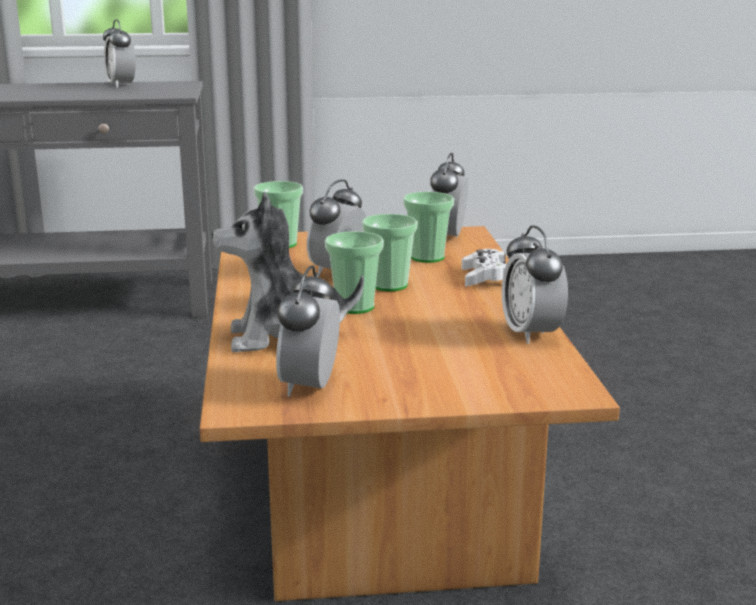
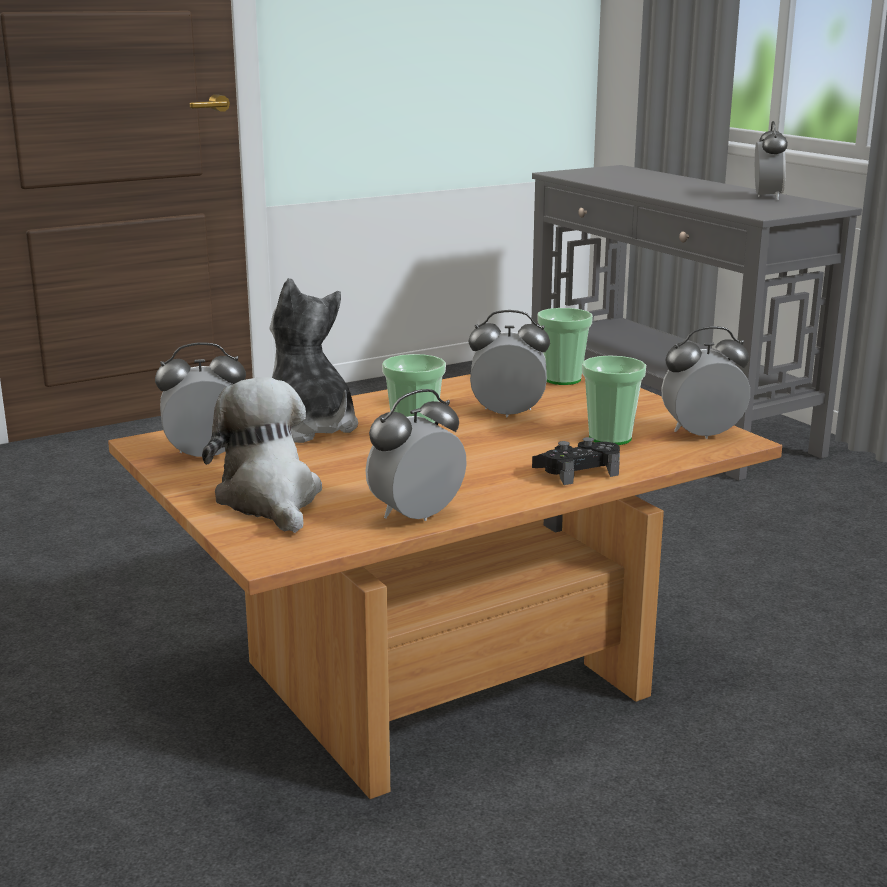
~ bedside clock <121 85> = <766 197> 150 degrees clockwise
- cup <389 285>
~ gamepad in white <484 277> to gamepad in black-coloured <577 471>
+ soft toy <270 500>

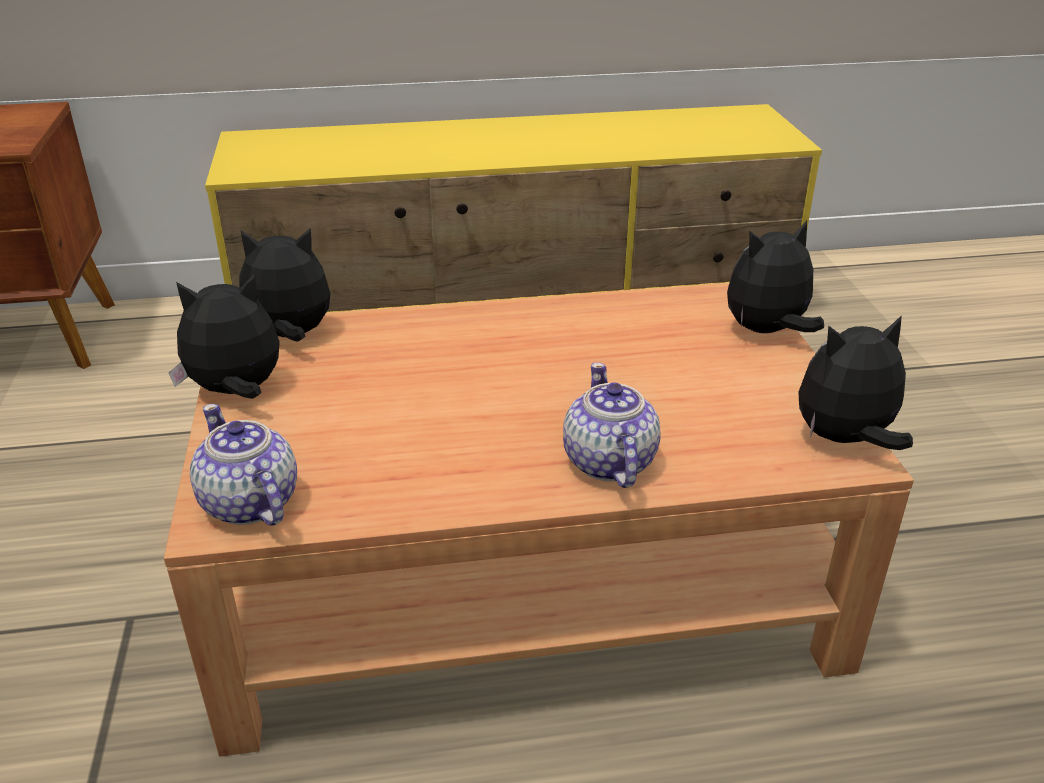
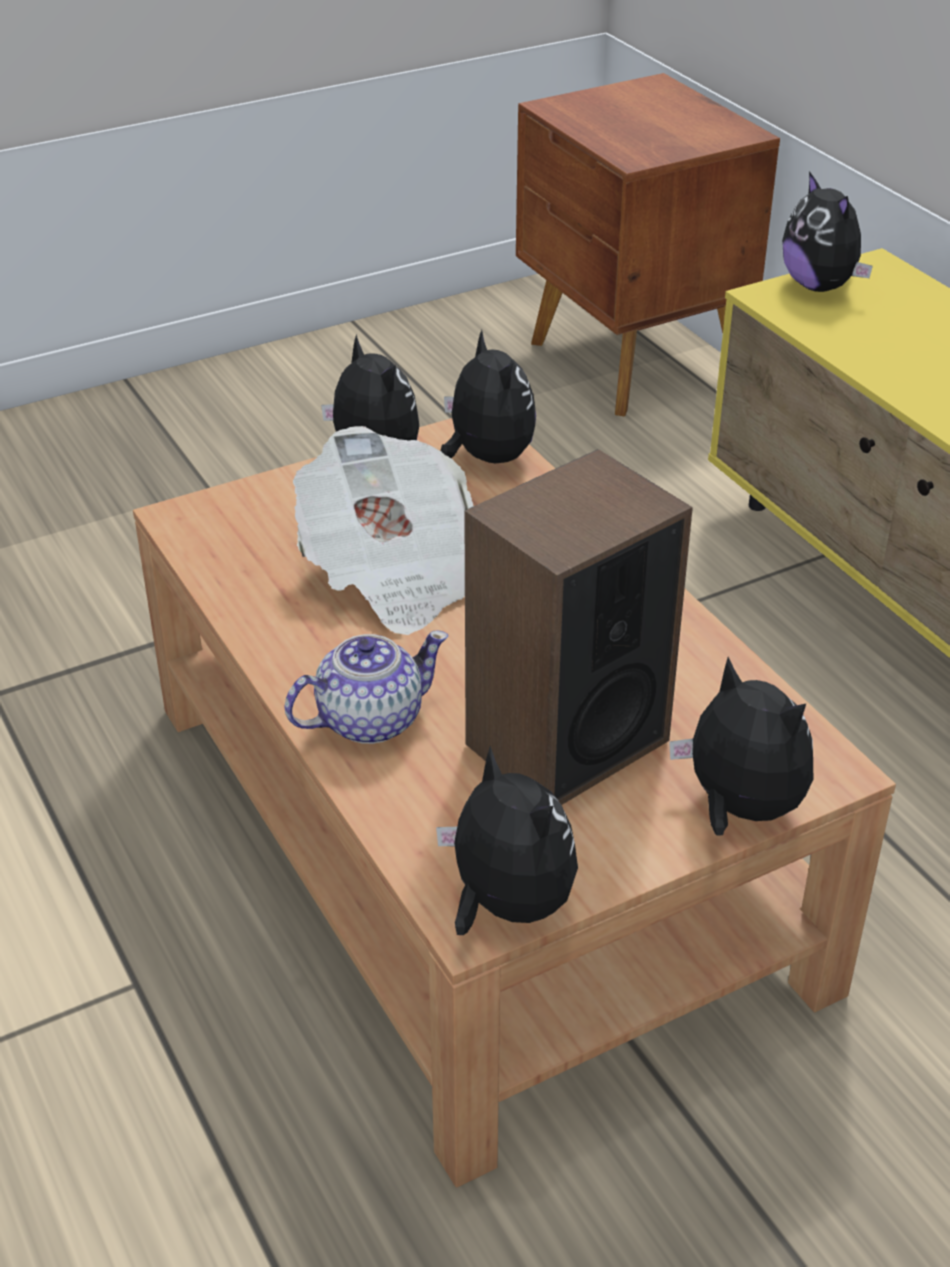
- tea pot <249 504>
+ soft toy <820 286>
+ printed paper <393 573>
+ speaker <566 742>

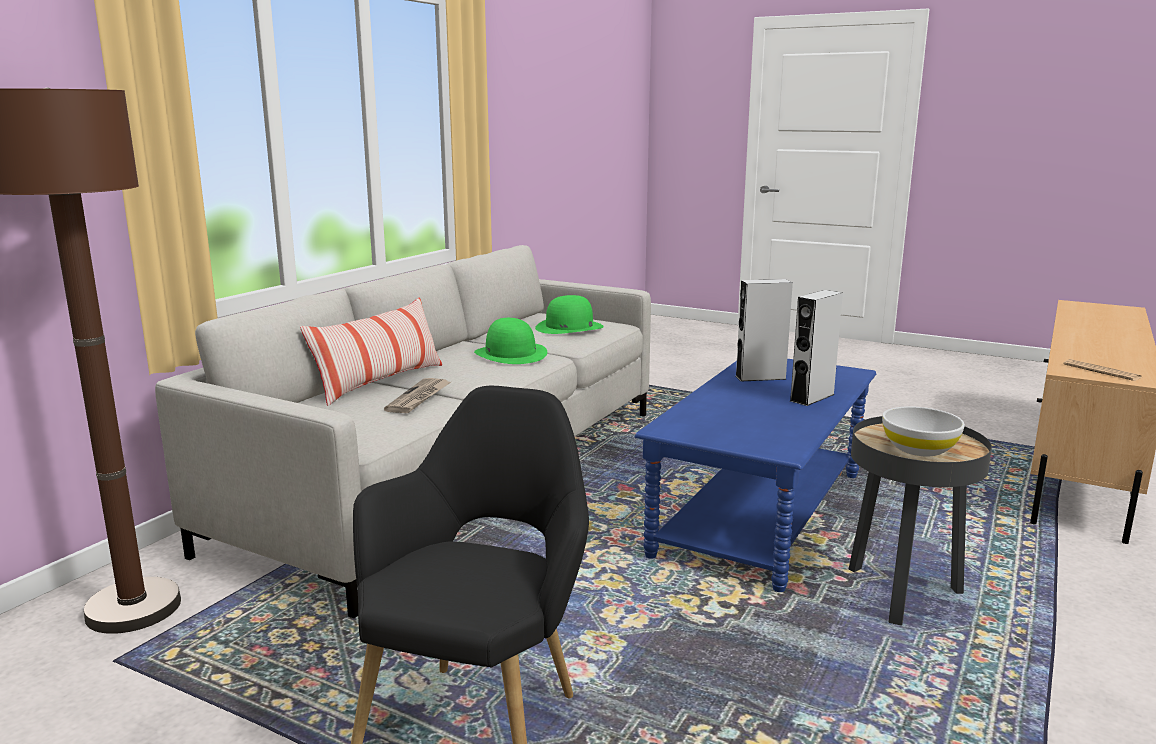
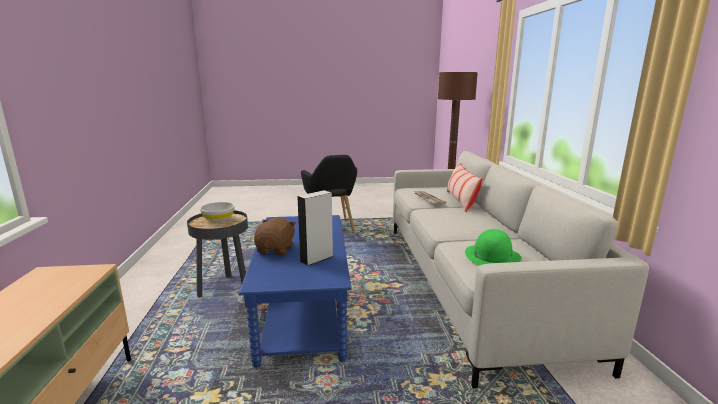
~ speaker in grey <812 397> to soft toy in brown-coloured <276 250>
- hat in green <511 354>
- printed paper <1101 371>

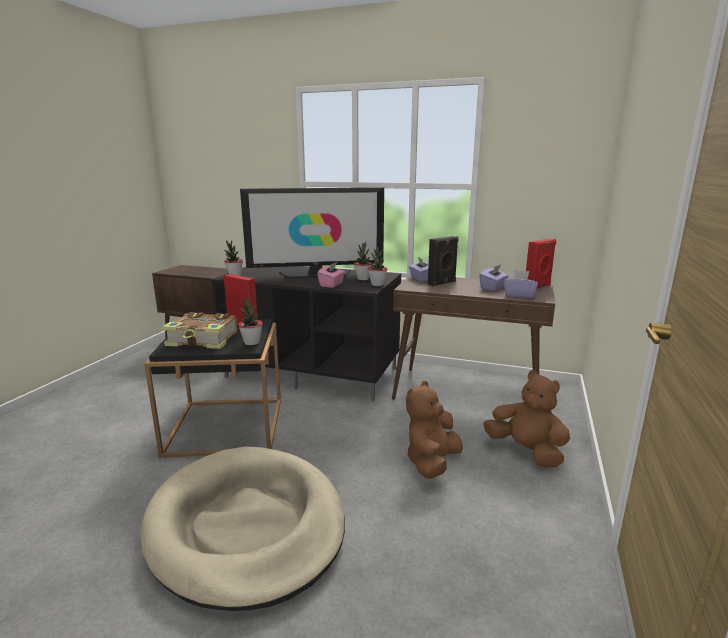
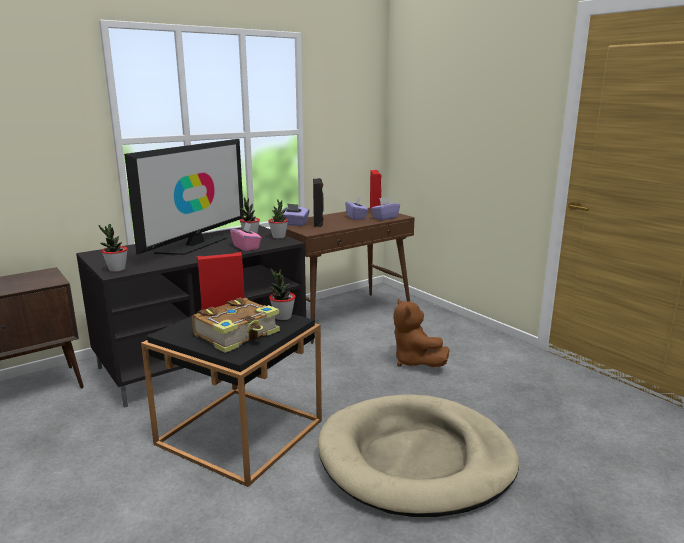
- soft toy in brown-coloured <526 451>

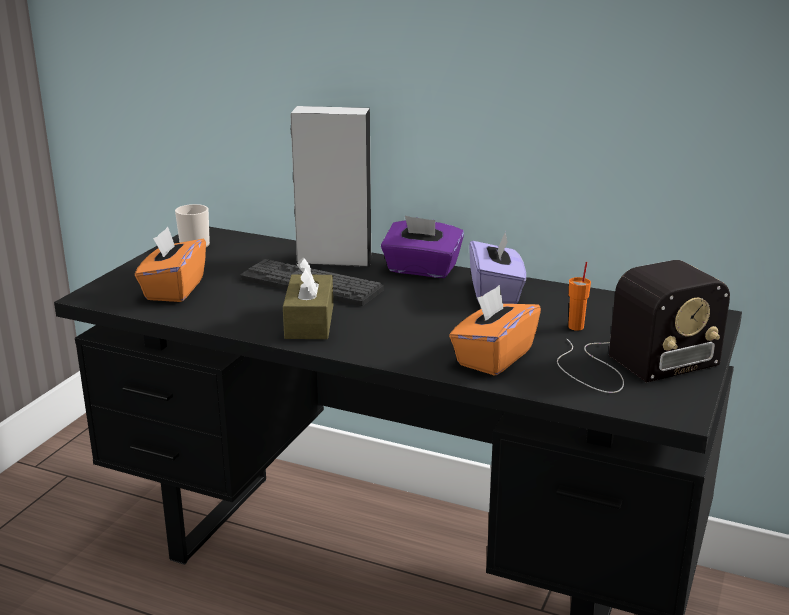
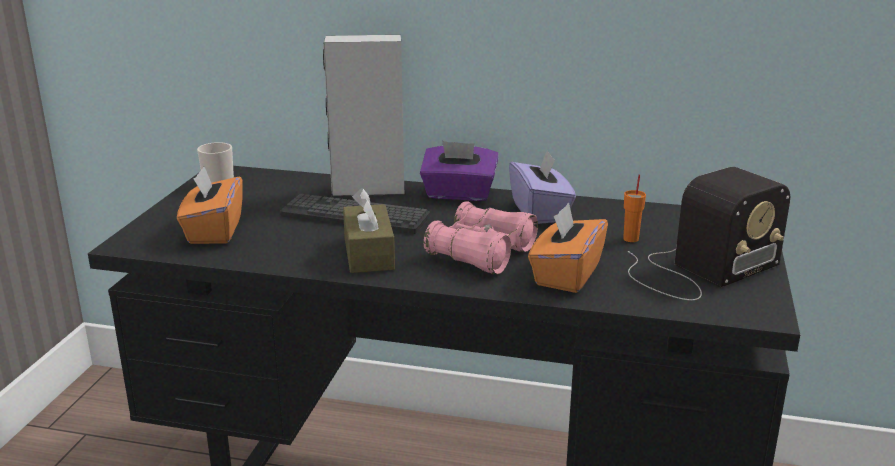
+ pair of binoculars in pinkish <481 253>

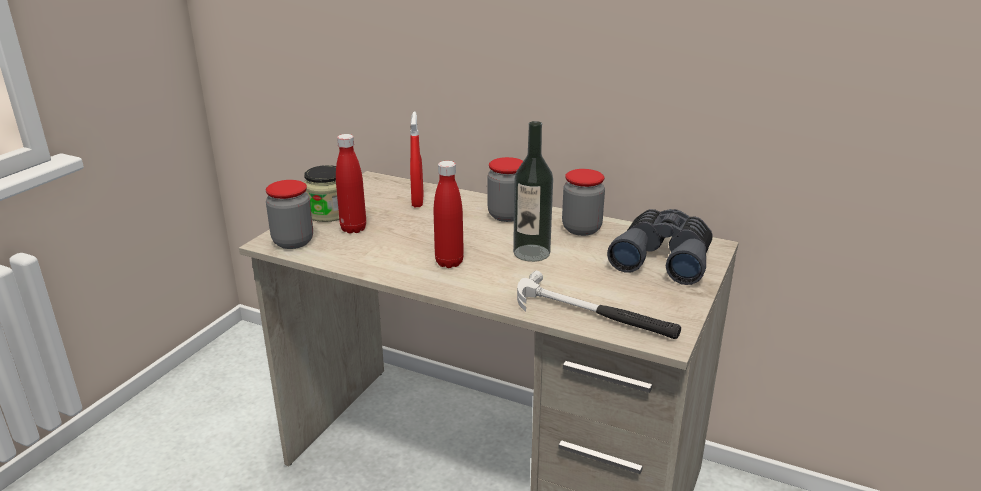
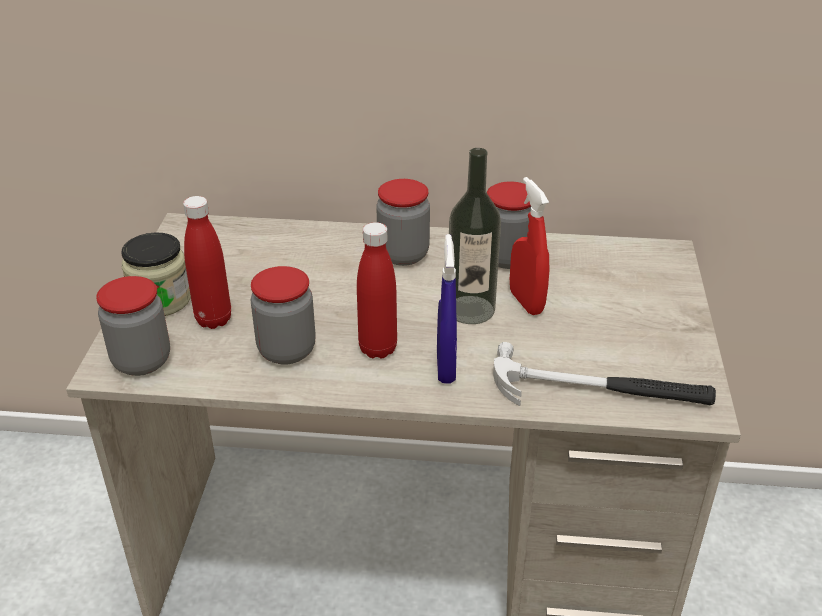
~ spray bottle in reddish <417 201> to <526 302>
- pair of binoculars in grey <663 258>
+ spray bottle in blue <445 367>
+ storage jar <286 350>

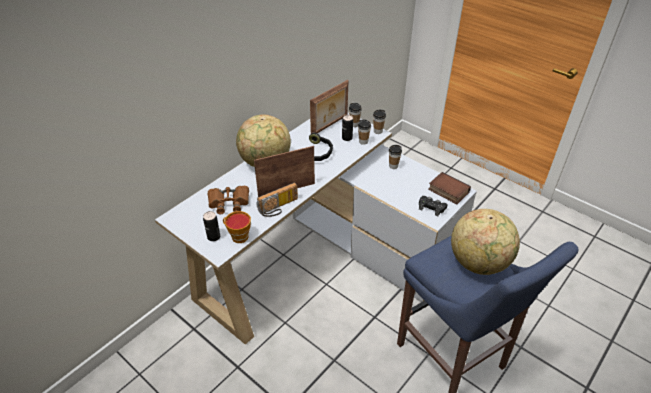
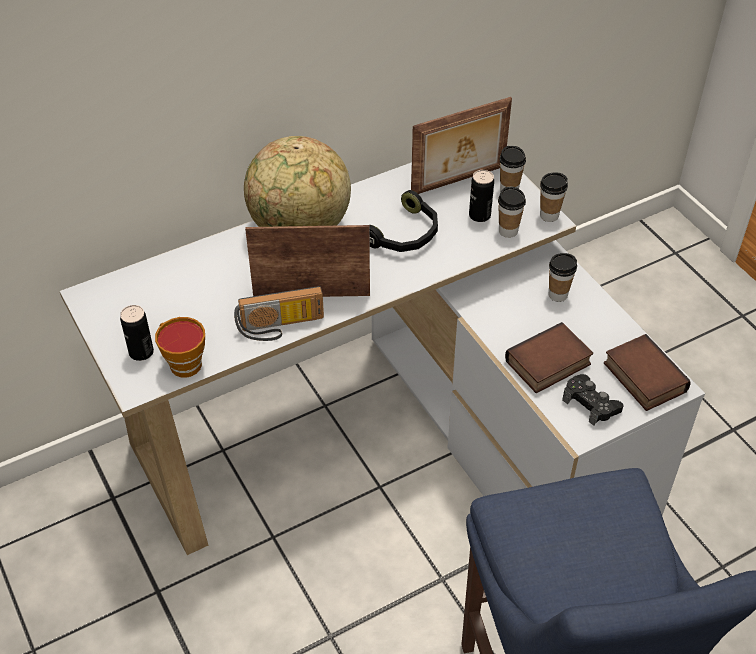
- pair of binoculars in brown-coloured <229 202>
- world globe <479 262>
+ bound book <548 364>

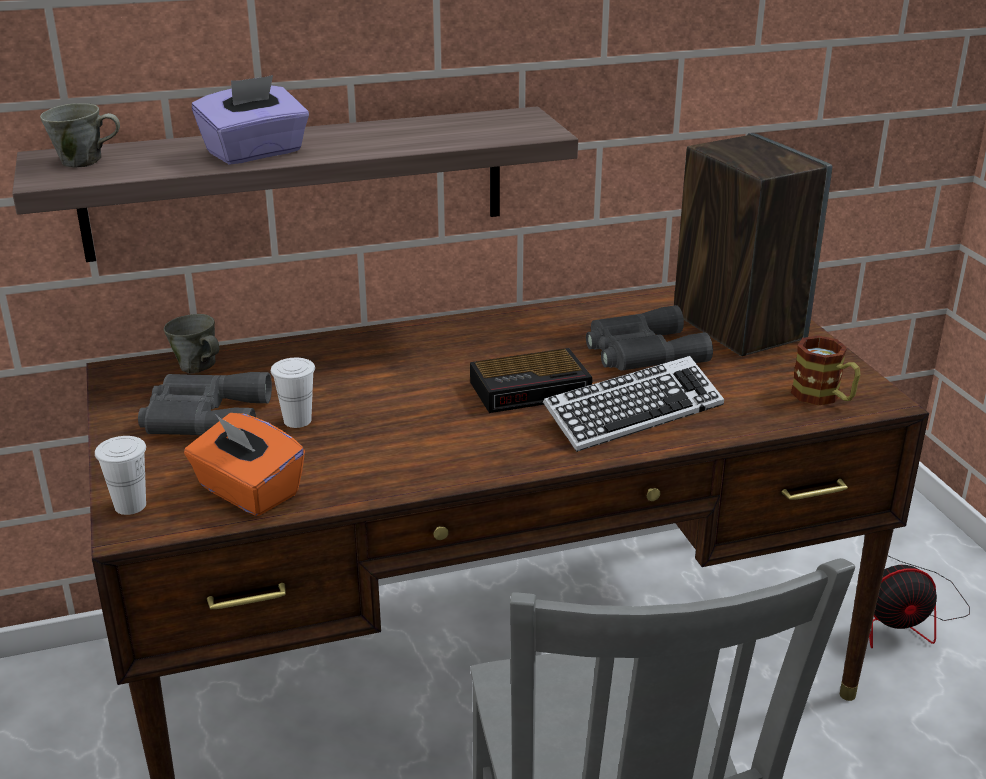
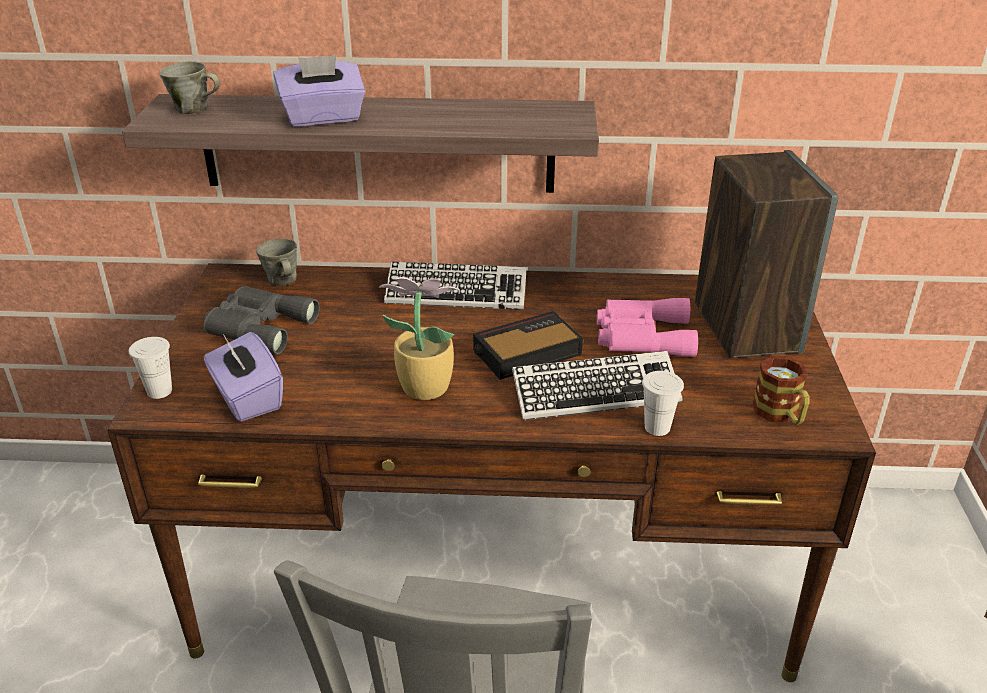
~ pair of binoculars in grey <641 352> to pair of binoculars in pinkish <641 336>
~ bedside clock <532 389> = <525 353> 150 degrees clockwise
~ cup in white <297 420> to <657 427>
~ tissue holder in orangey <247 492> to tissue holder in purplish <247 398>
- cooling fan <906 615>
+ computer keyboard <456 294>
+ plant in a pot <423 387>

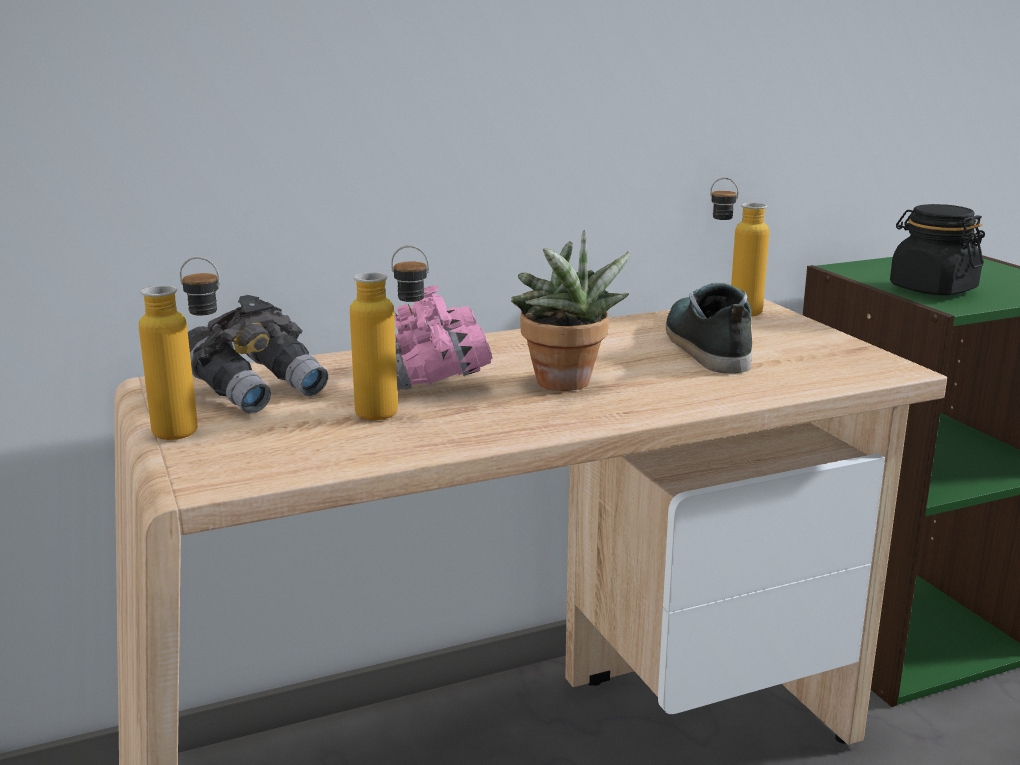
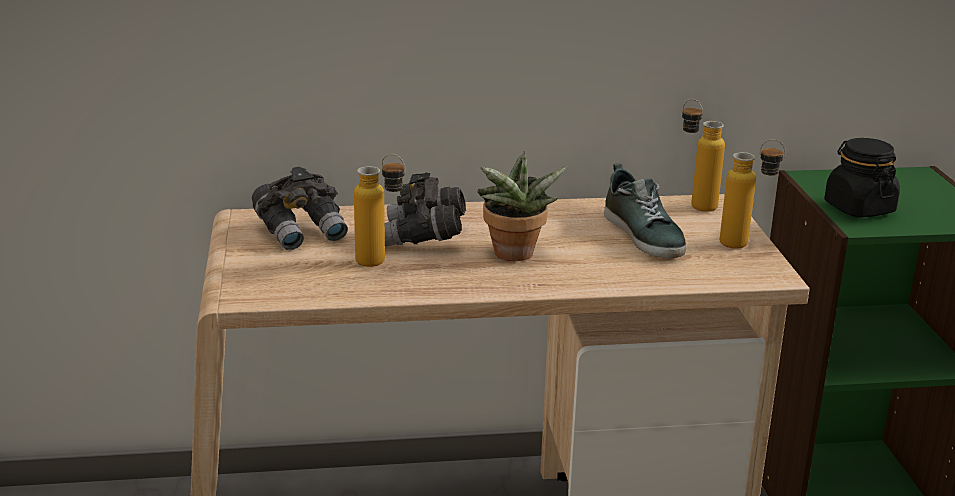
~ drink bottle <193 433> to <745 245>
~ shoe <705 345> = <644 234> 150 degrees clockwise
~ pair of binoculars in pinkish <432 379> to pair of binoculars in grey <424 238>

